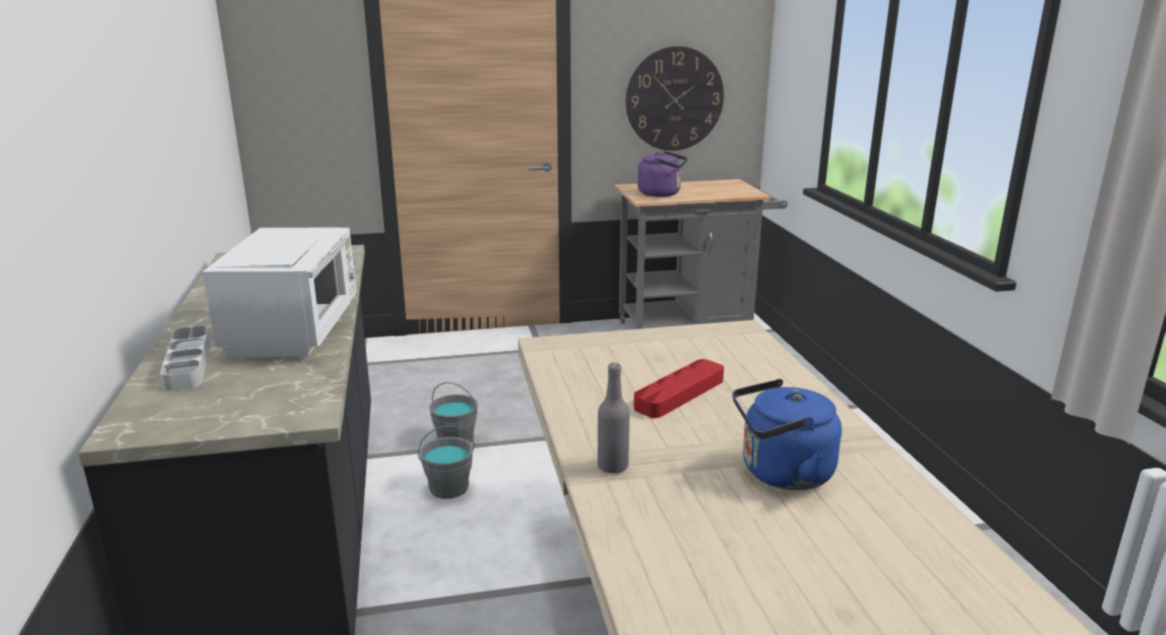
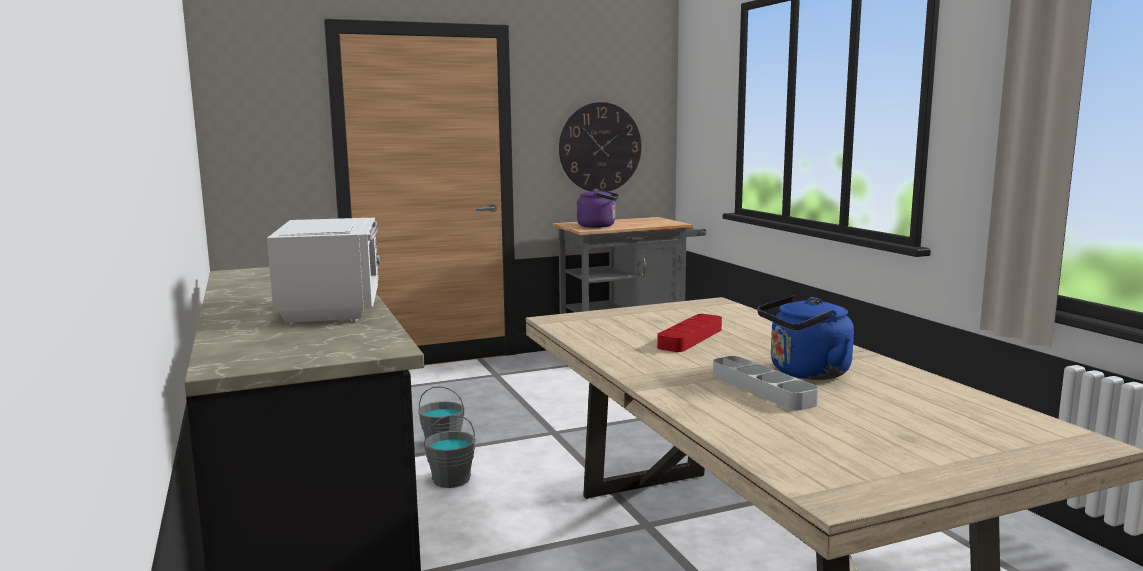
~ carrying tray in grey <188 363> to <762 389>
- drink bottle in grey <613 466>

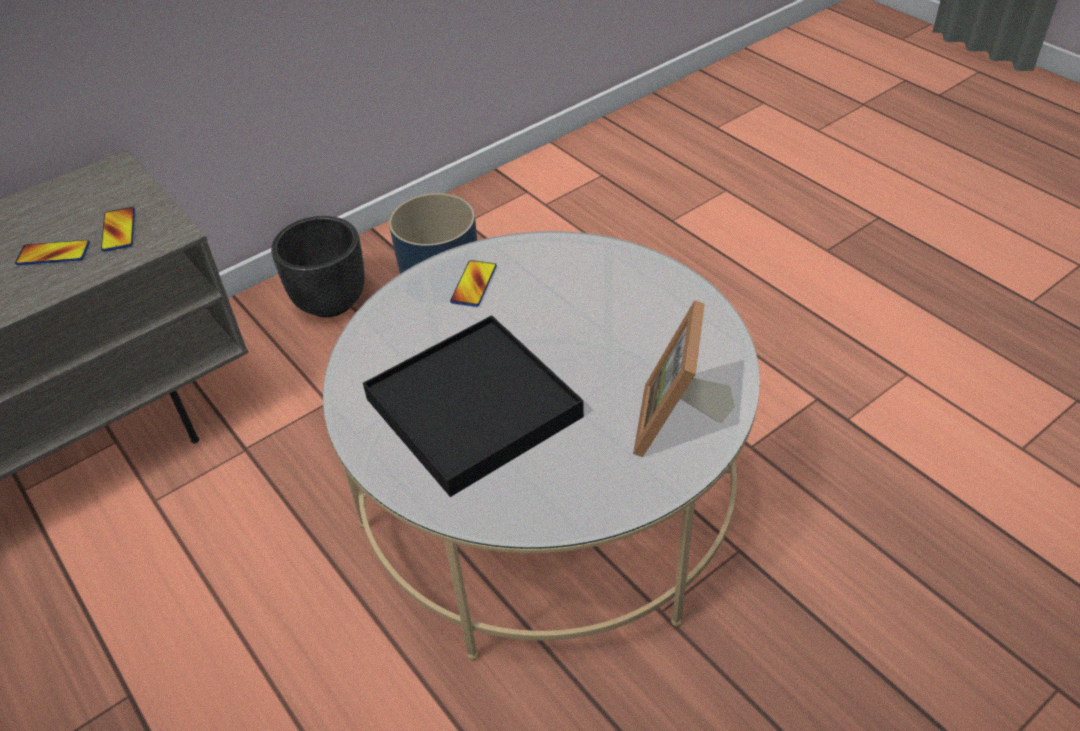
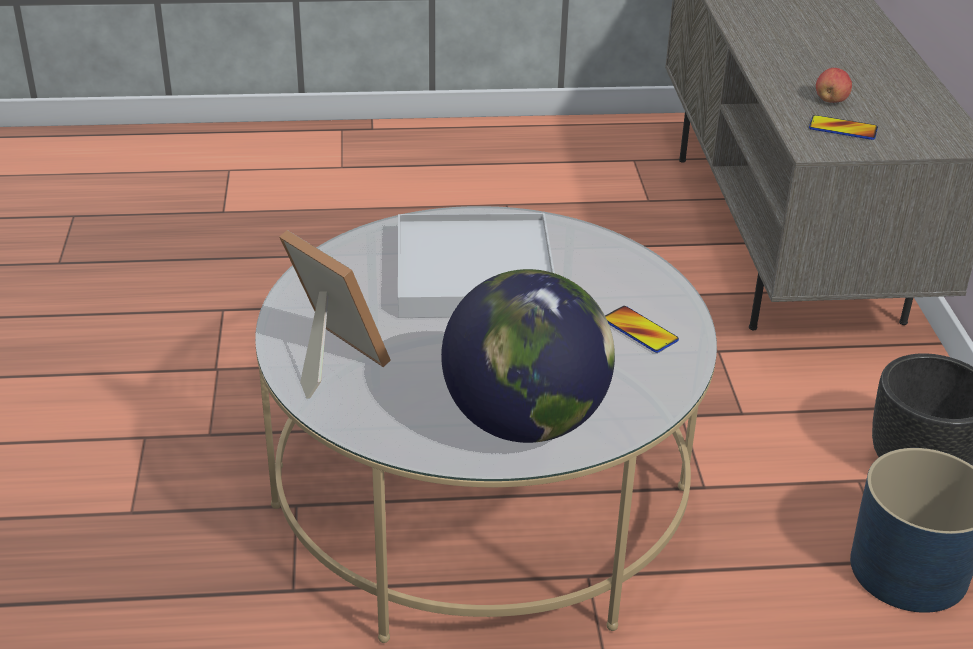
~ handset <53 254> to whole apple <831 100>
~ carrying tray in black-coloured <473 408> to carrying tray in white <473 272>
+ world globe <526 422>

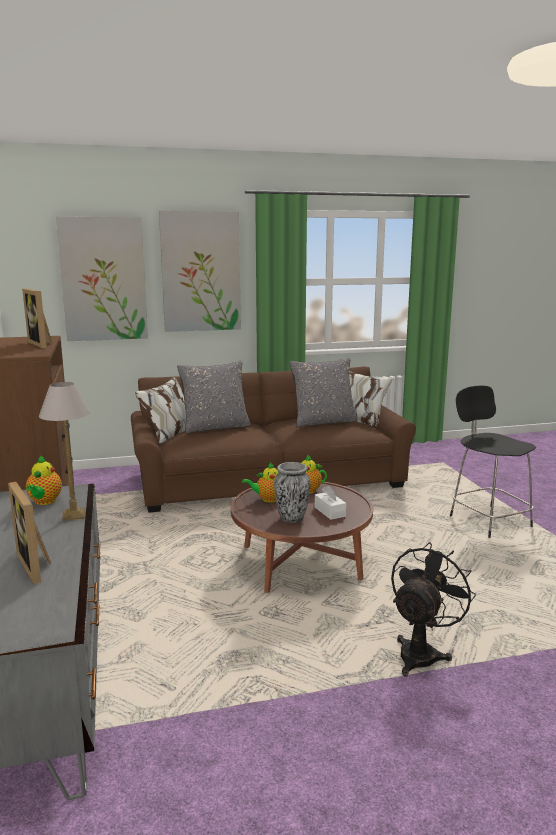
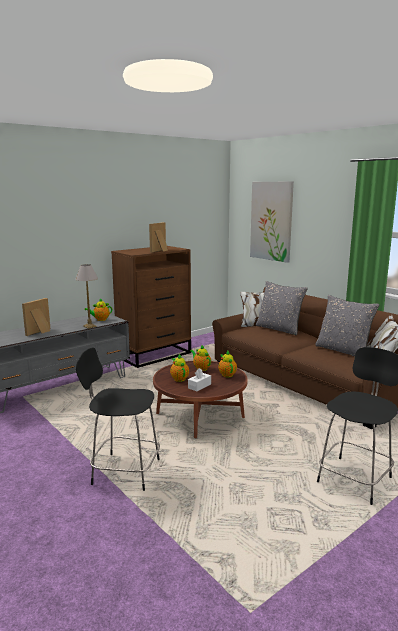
- picture <200 272>
~ flower vase <292 518> to tea pot <179 378>
~ cooling fan in black-coloured <422 652> to stool seat in black-coloured <123 471>

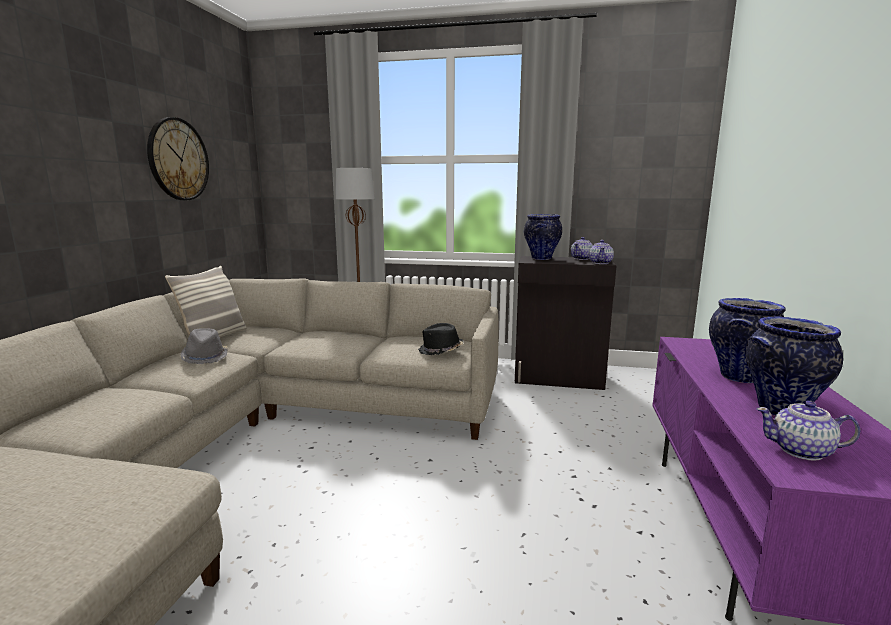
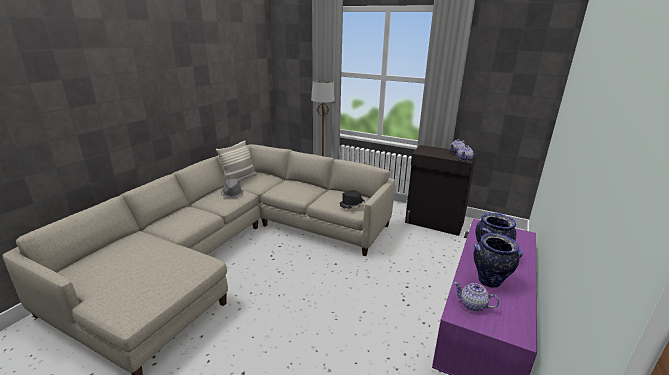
- wall clock <178 159>
- flower vase <541 259>

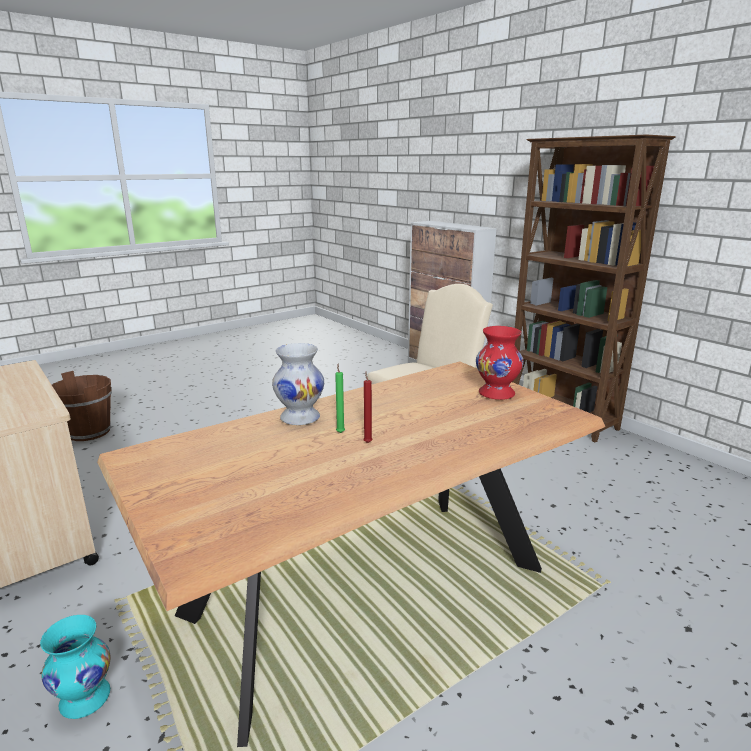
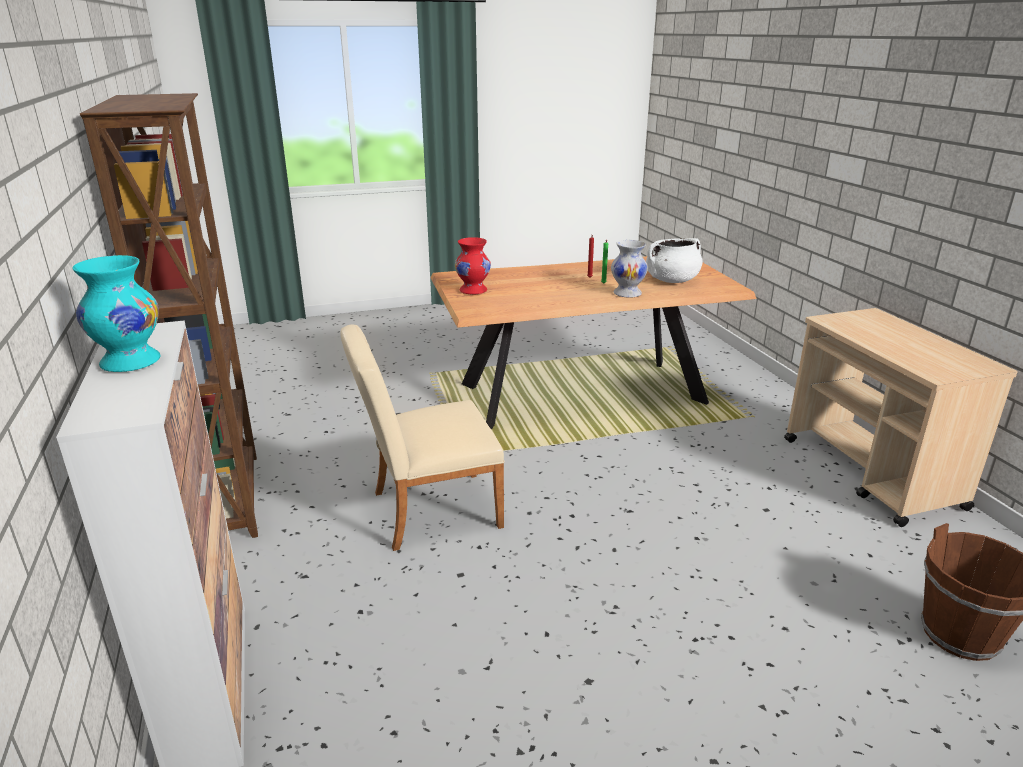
~ flower vase in blue-green <84 698> to <131 362>
+ saucepot in white <671 280>

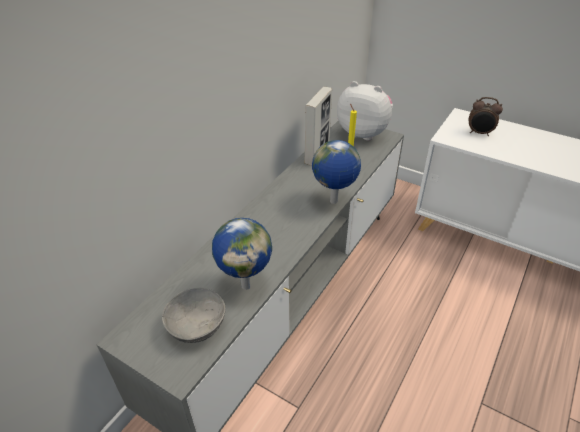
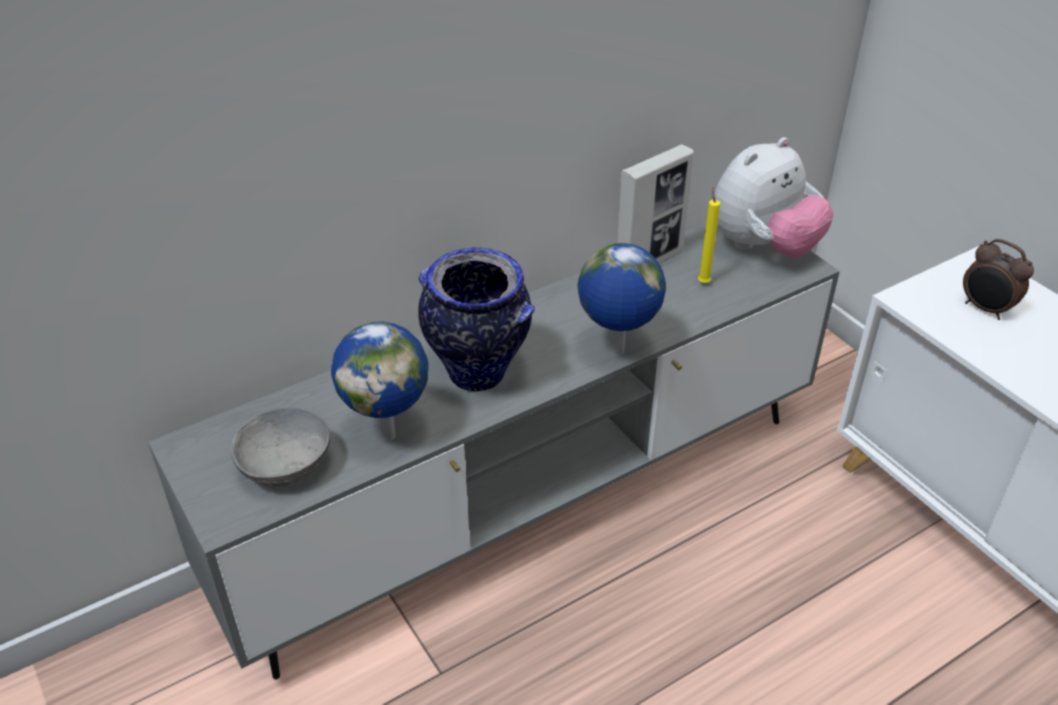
~ soft toy <363 133> = <763 247> 90 degrees clockwise
+ flower vase <478 374>

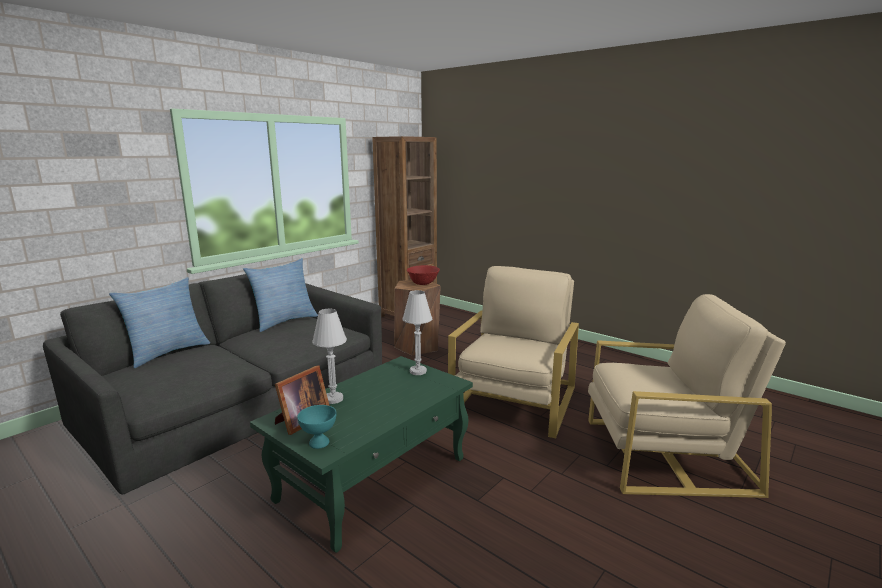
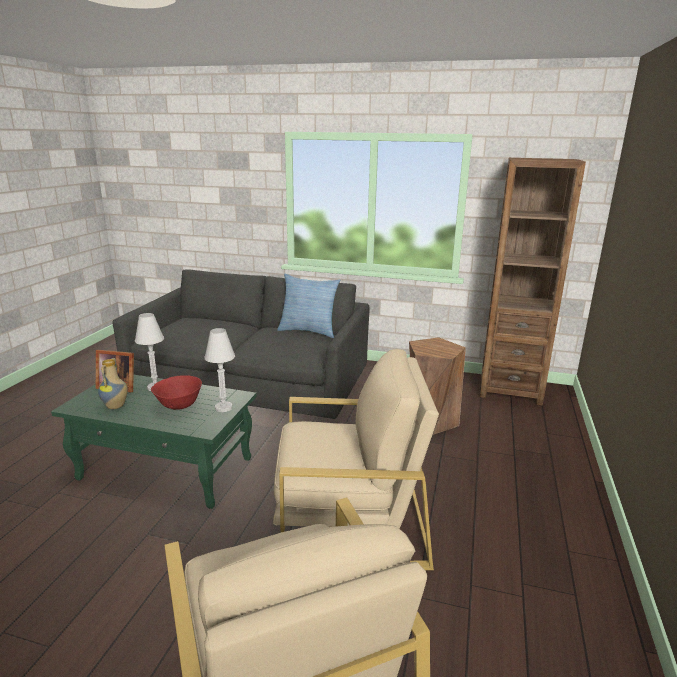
~ deep dish in reddish <423 284> to <179 406>
- throw pillow <167 352>
- deep dish in blue-green <318 443>
+ flower vase <116 406>

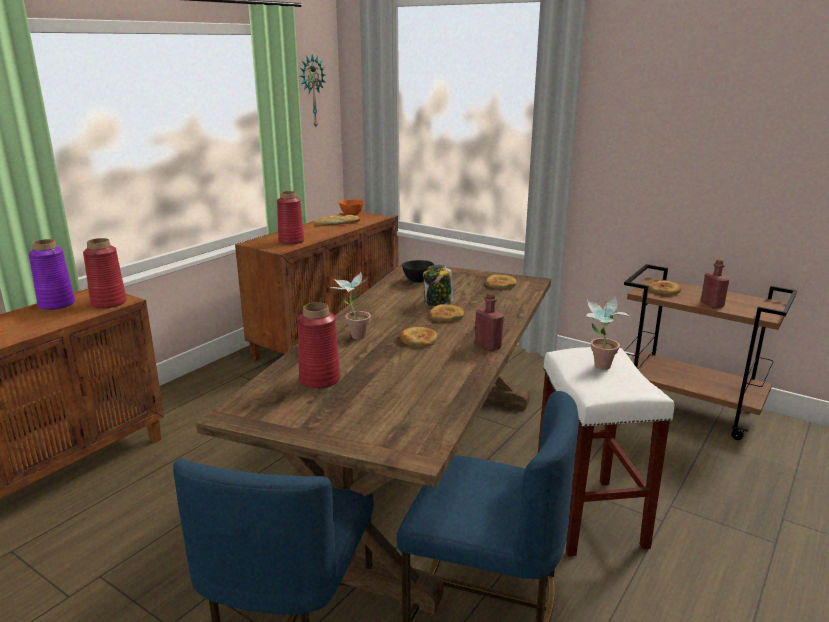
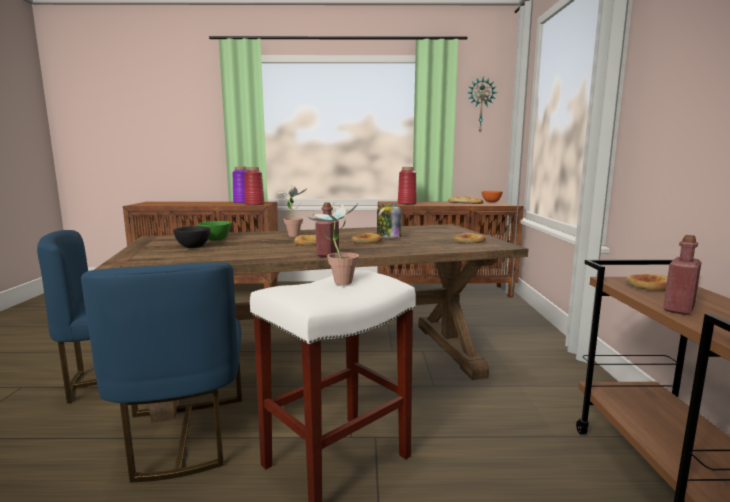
~ deep dish in black-coloured <417 281> to <193 247>
~ flower vase in reddish <320 380> to deep dish in green <215 240>

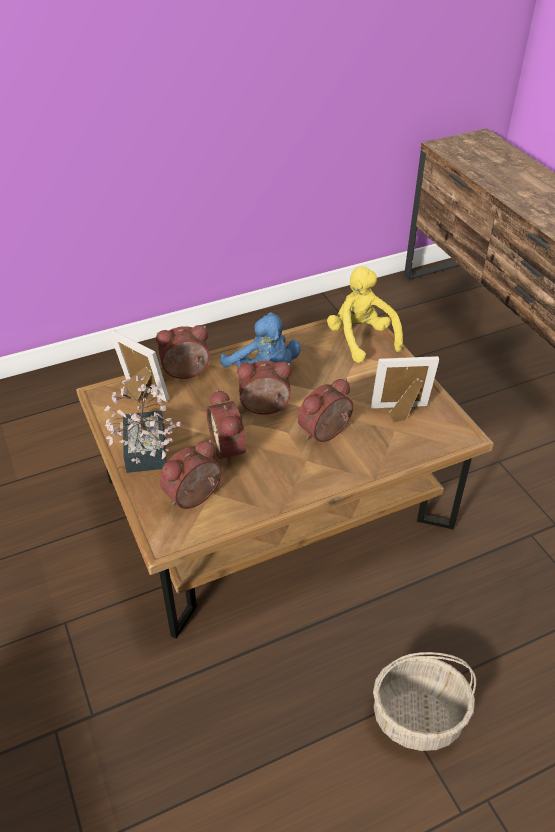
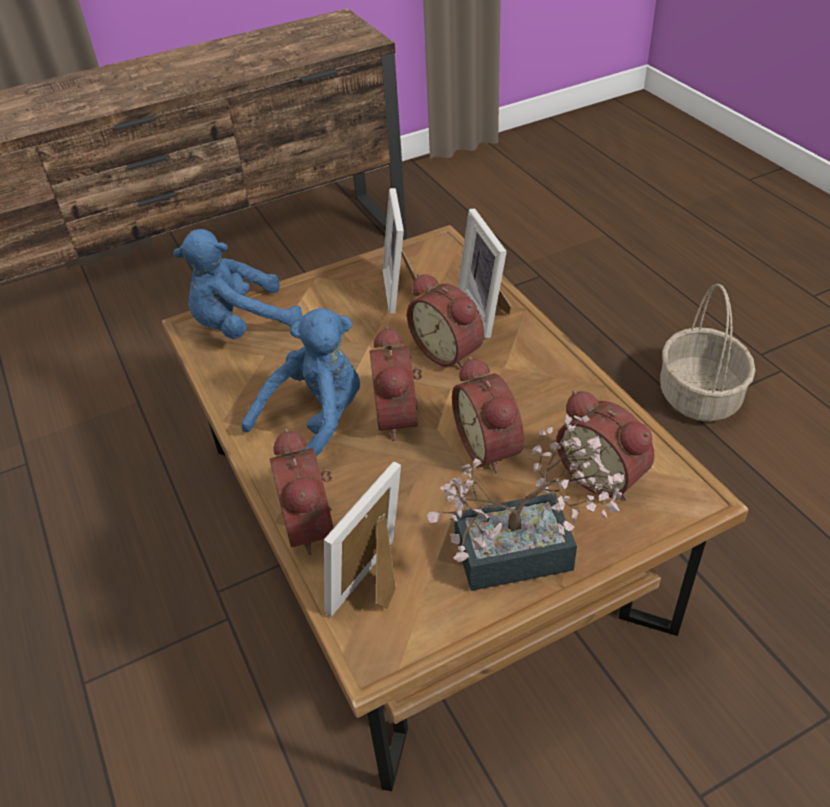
~ soft toy in yellowish <361 339> to soft toy in blue <242 326>
~ bedside clock <230 447> = <491 447> 90 degrees clockwise
+ photo frame <487 311>

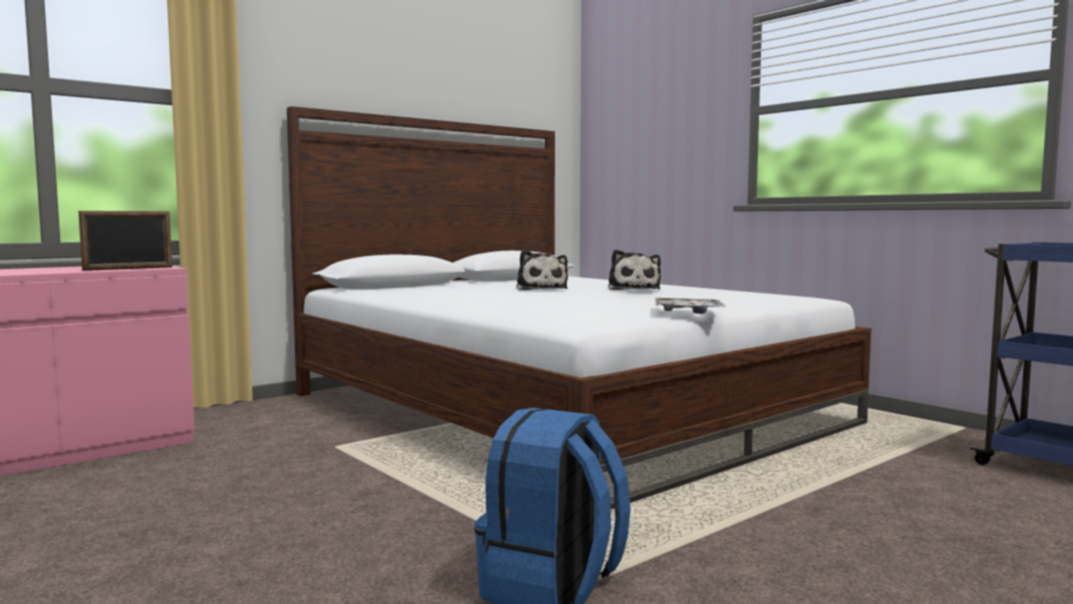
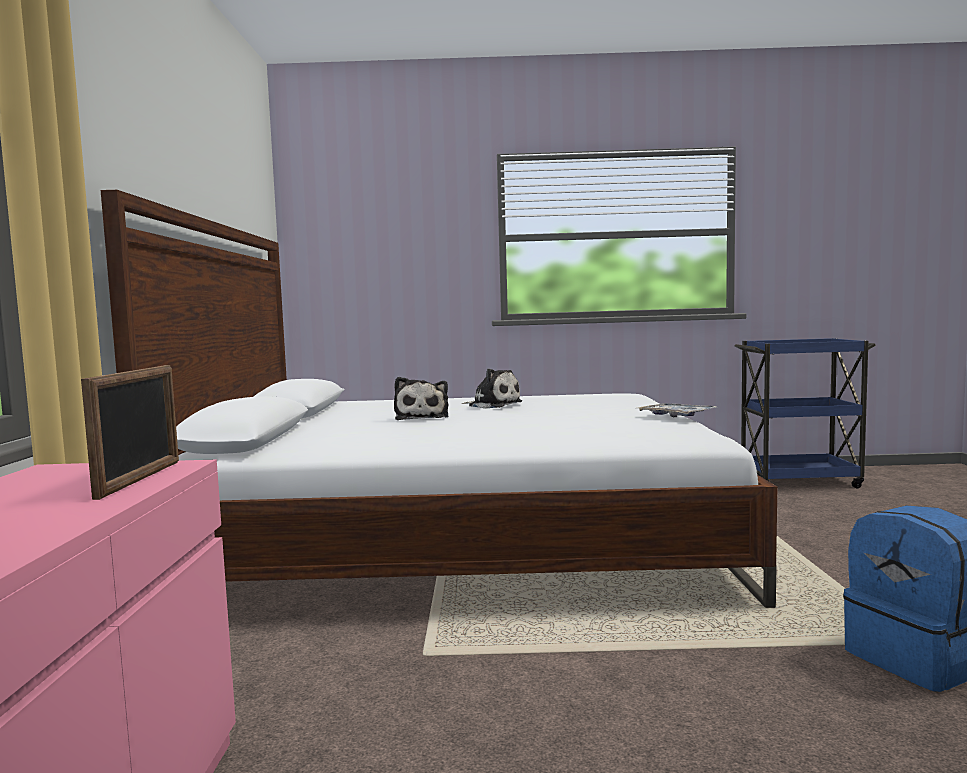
~ soft toy <541 289> = <422 417> 60 degrees clockwise

